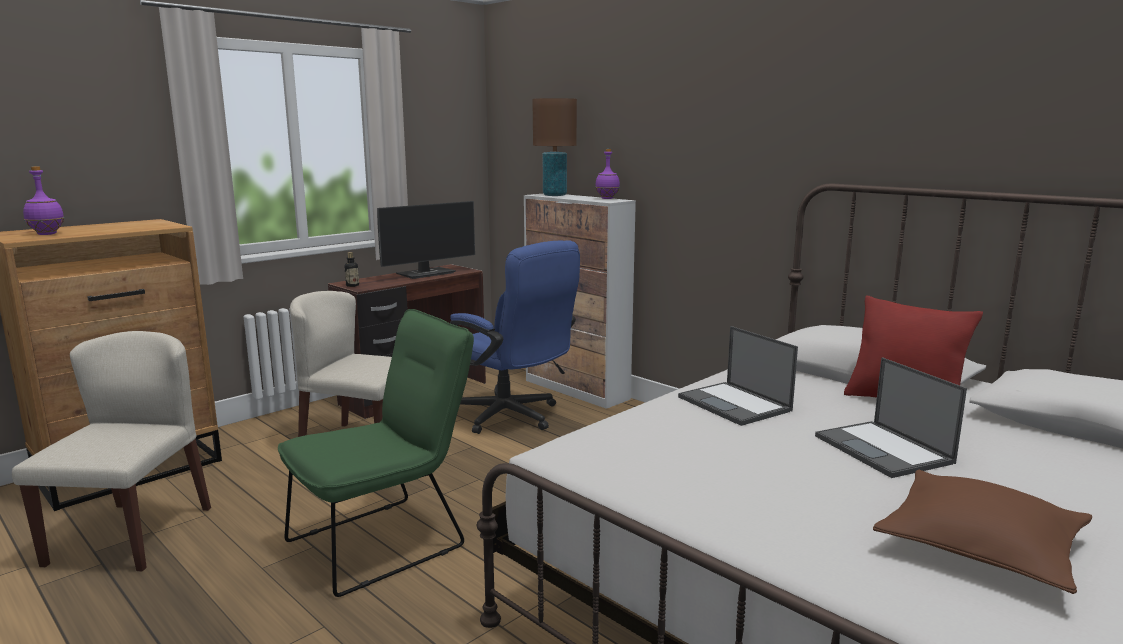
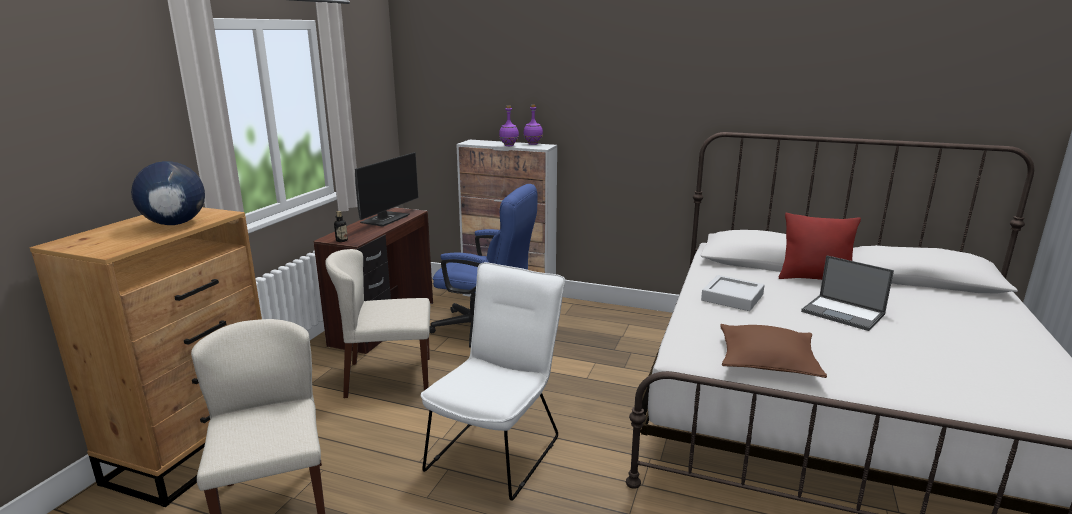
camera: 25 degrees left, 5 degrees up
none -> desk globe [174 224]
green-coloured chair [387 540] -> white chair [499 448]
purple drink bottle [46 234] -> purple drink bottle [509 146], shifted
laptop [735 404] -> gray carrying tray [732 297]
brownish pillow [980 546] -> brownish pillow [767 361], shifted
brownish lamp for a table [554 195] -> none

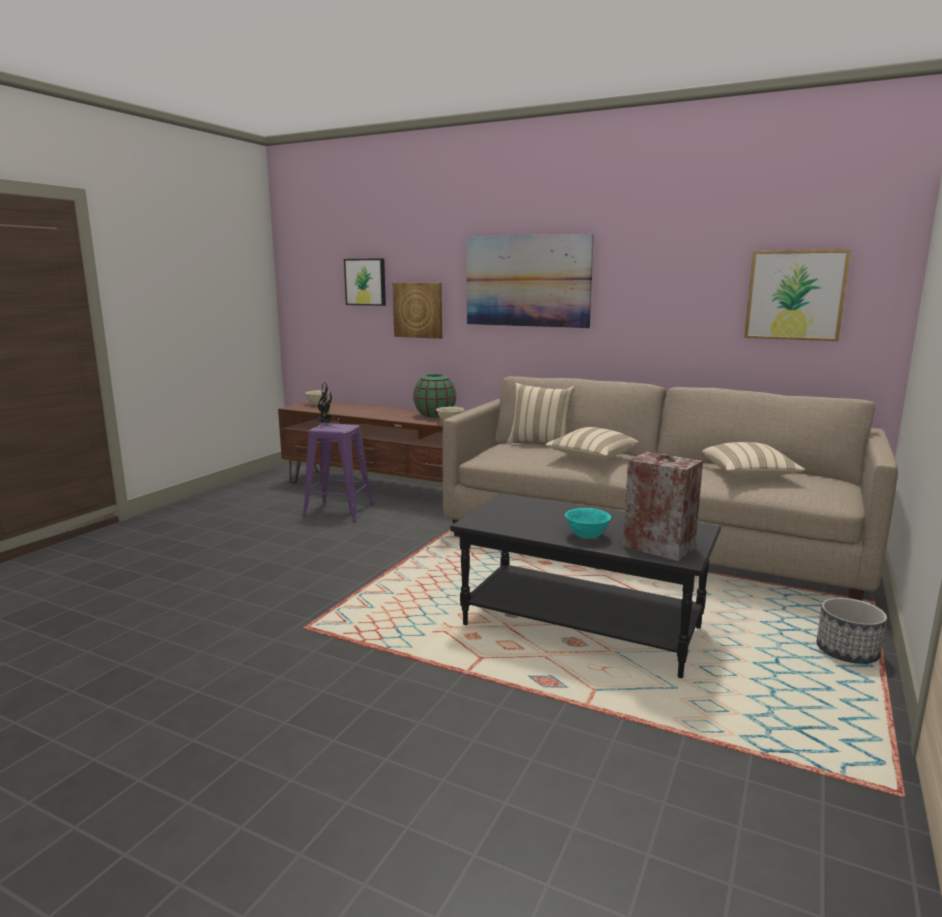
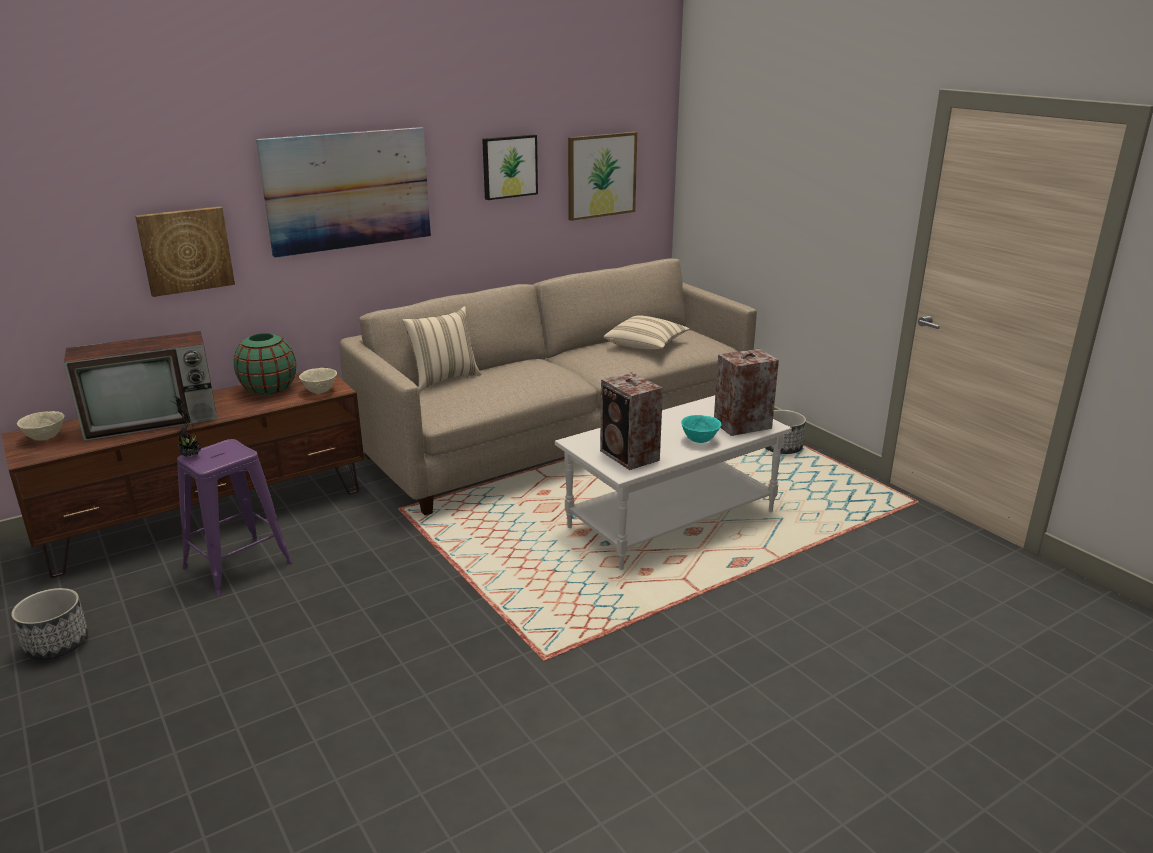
camera: 60 degrees left, 10 degrees up
none -> flower pot [56 644]
none -> TV set [154 421]
wall picture [366 282] -> wall picture [509 166], shifted
black lounge table [582 626] -> white lounge table [671 519]
none -> audio speaker [630 456]
beige pillow [591 457] -> none

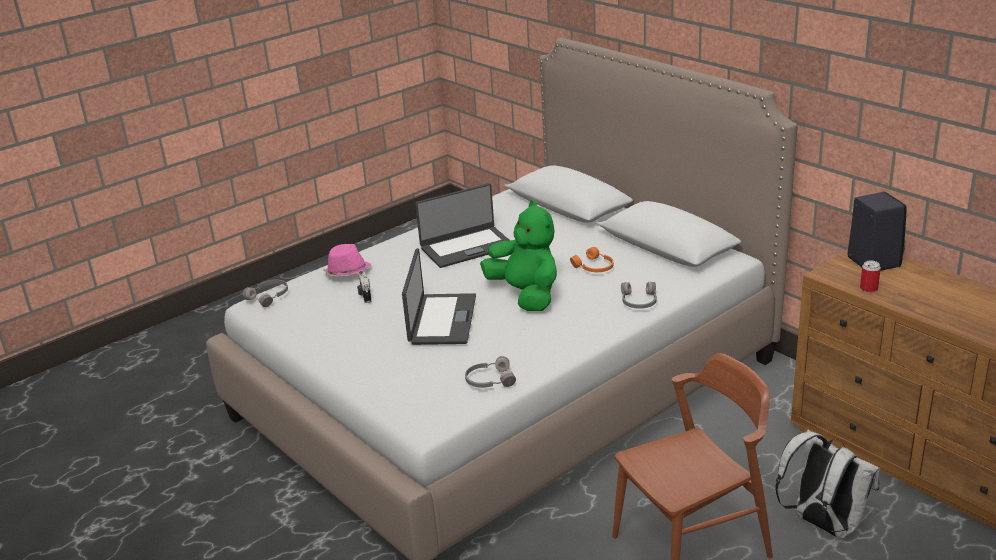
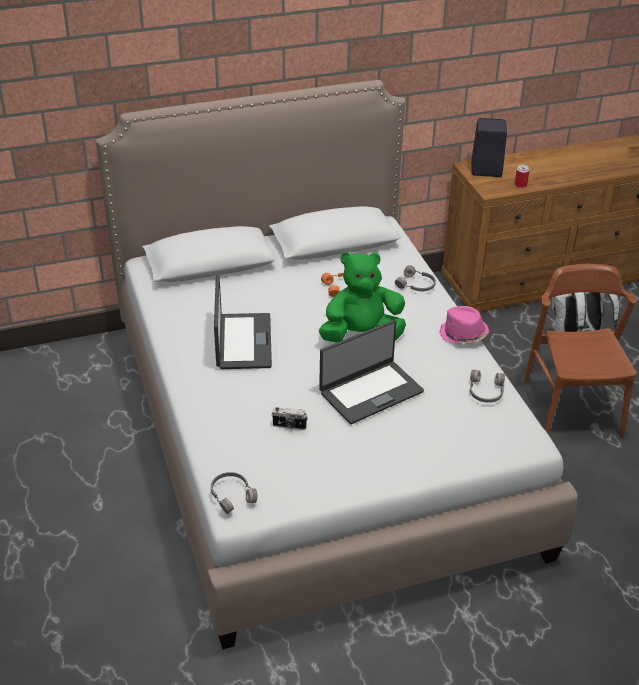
camera: 70 degrees left, 10 degrees up
laptop [441 320] -> laptop [370 391], 120 degrees clockwise
pinkish hat [347 273] -> pinkish hat [463 334], shifted

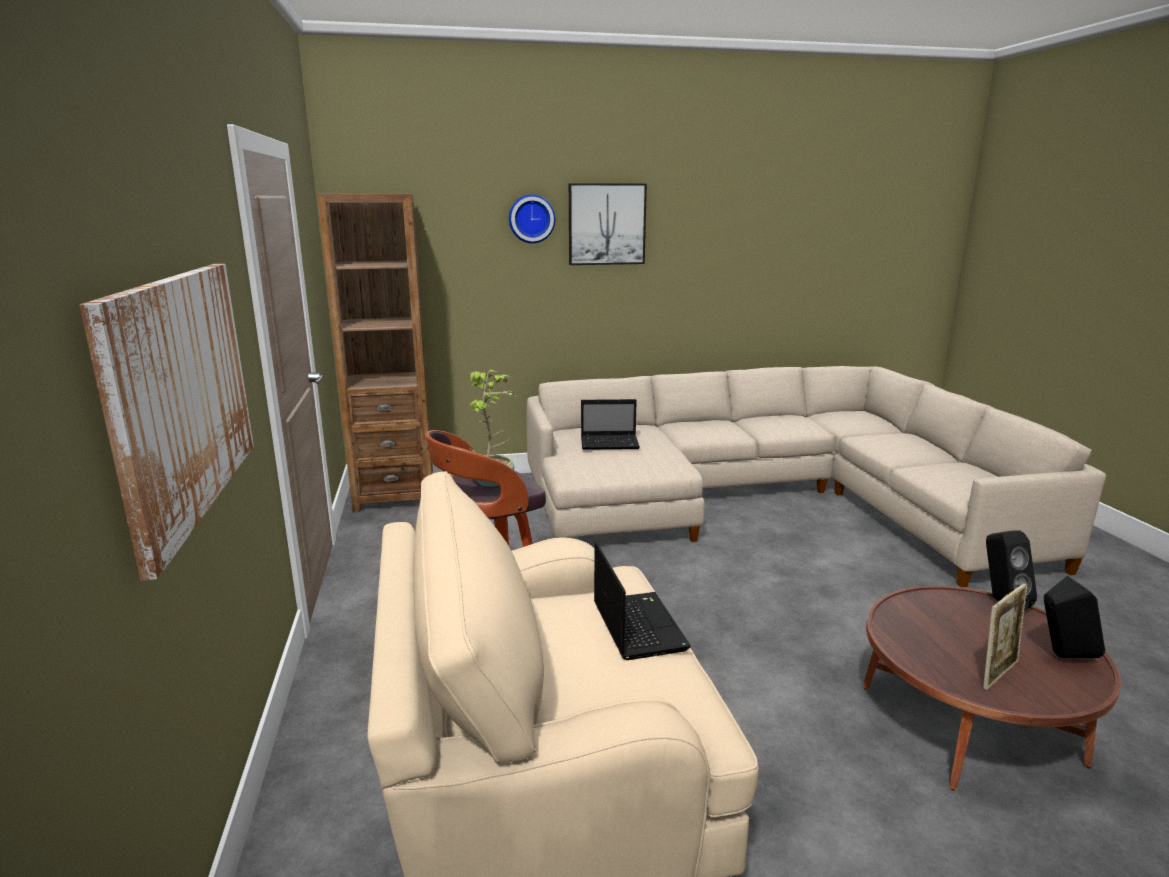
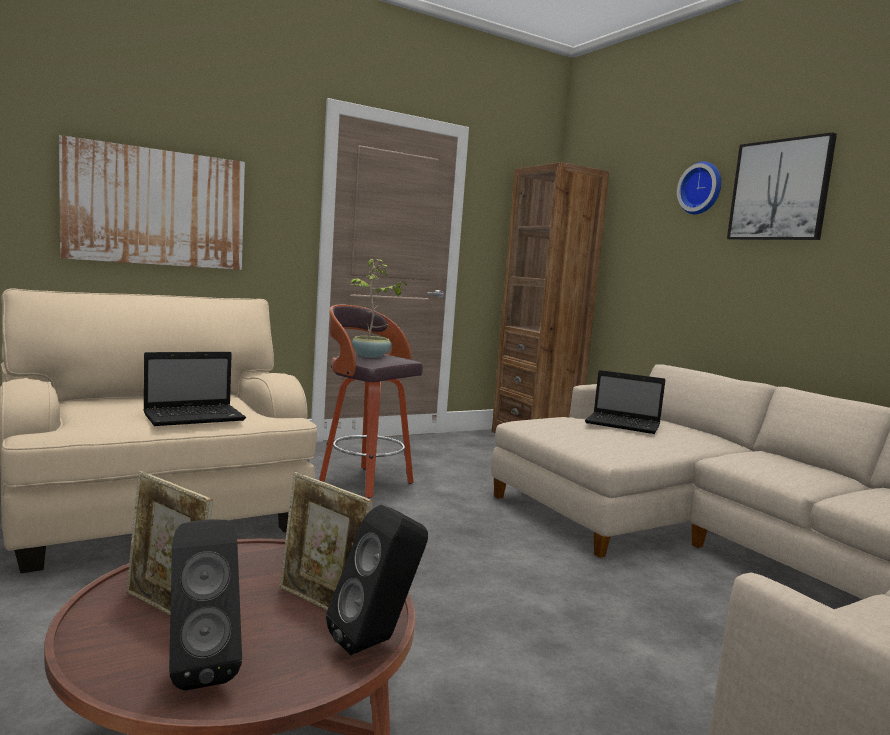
camera: 70 degrees right, 10 degrees down
none -> standing frame [320 603]
laptop [611 443] -> laptop [624 425], 45 degrees counterclockwise

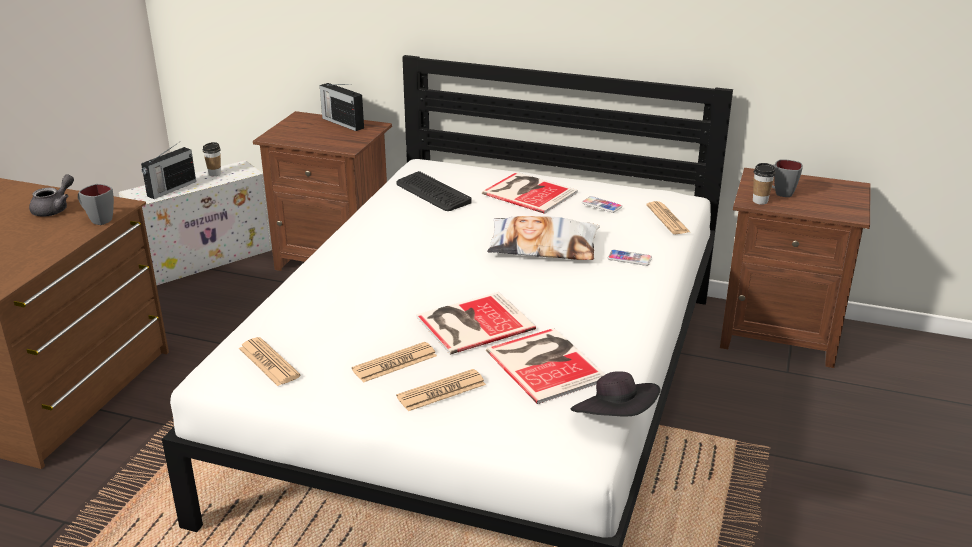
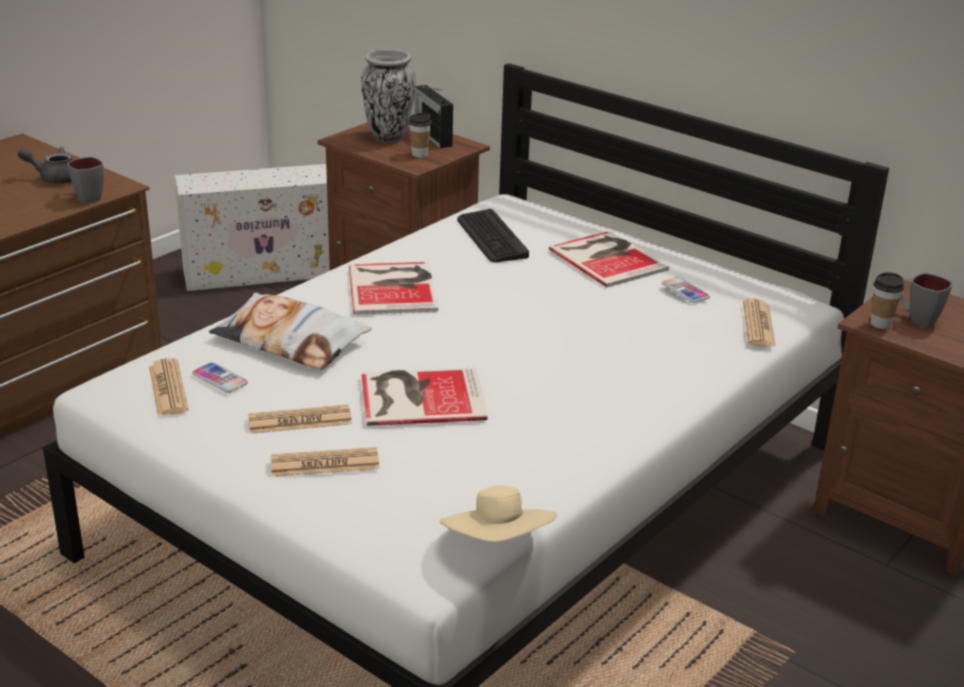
camera: 20 degrees right, 0 degrees up
gray teapot [55 209] -> gray teapot [55 178], 135 degrees counterclockwise
phone [629 258] -> phone [220 379], shifted
pillow [543 247] -> pillow [291 341], shifted
book [546 363] -> book [394 287], shifted
none -> vase [388 137]
small cup [215 174] -> small cup [419 154], shifted
black hat [615 419] -> beige hat [498 545]
radio [171 189] -> none

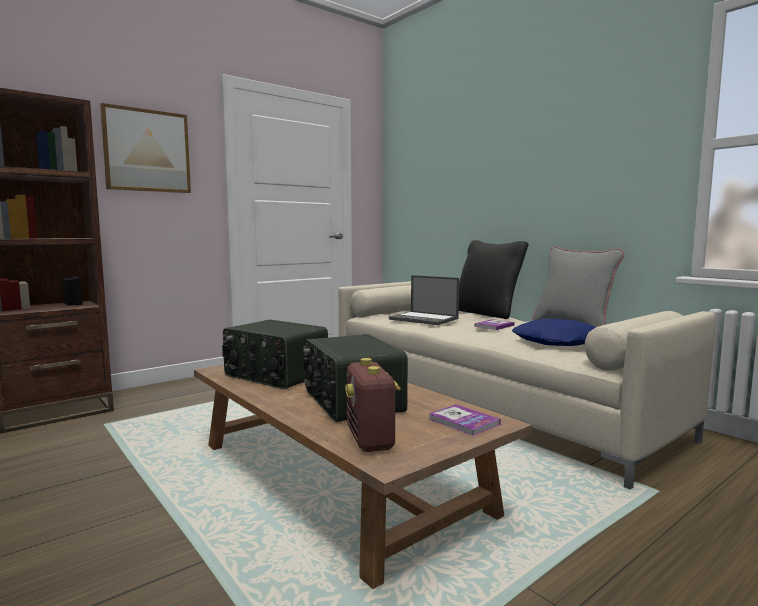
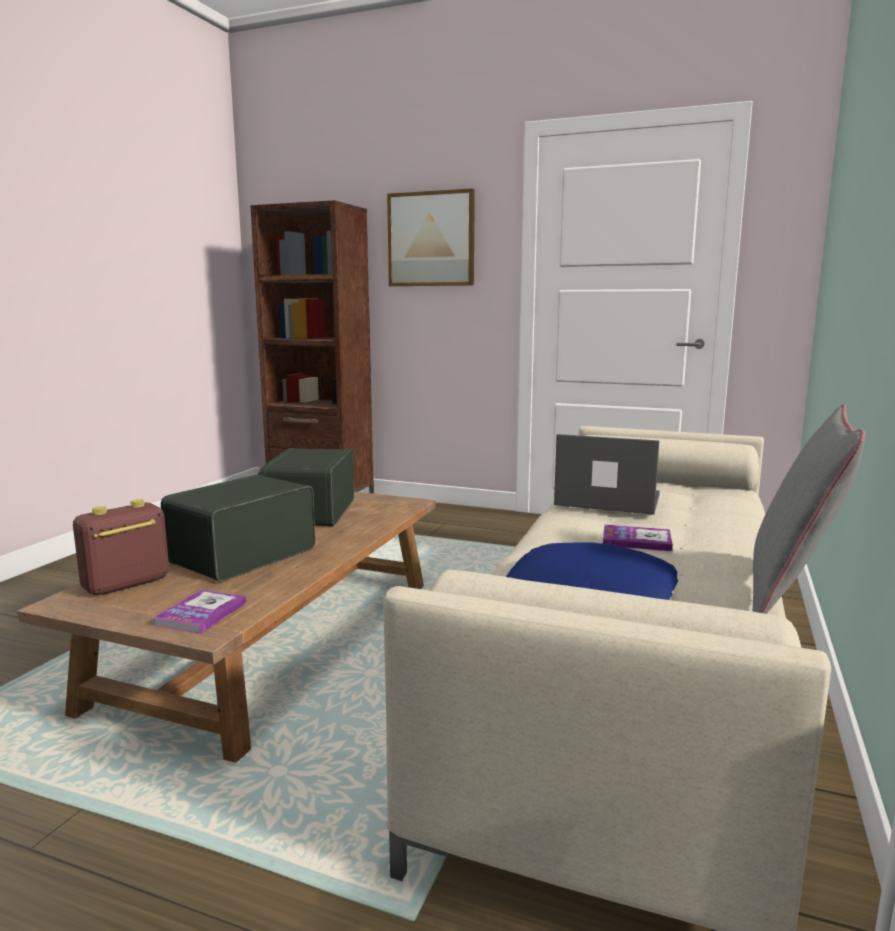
camera: 60 degrees right, 5 degrees up
laptop [424 319] -> laptop [606 500], 105 degrees clockwise
black pillow [486 313] -> none

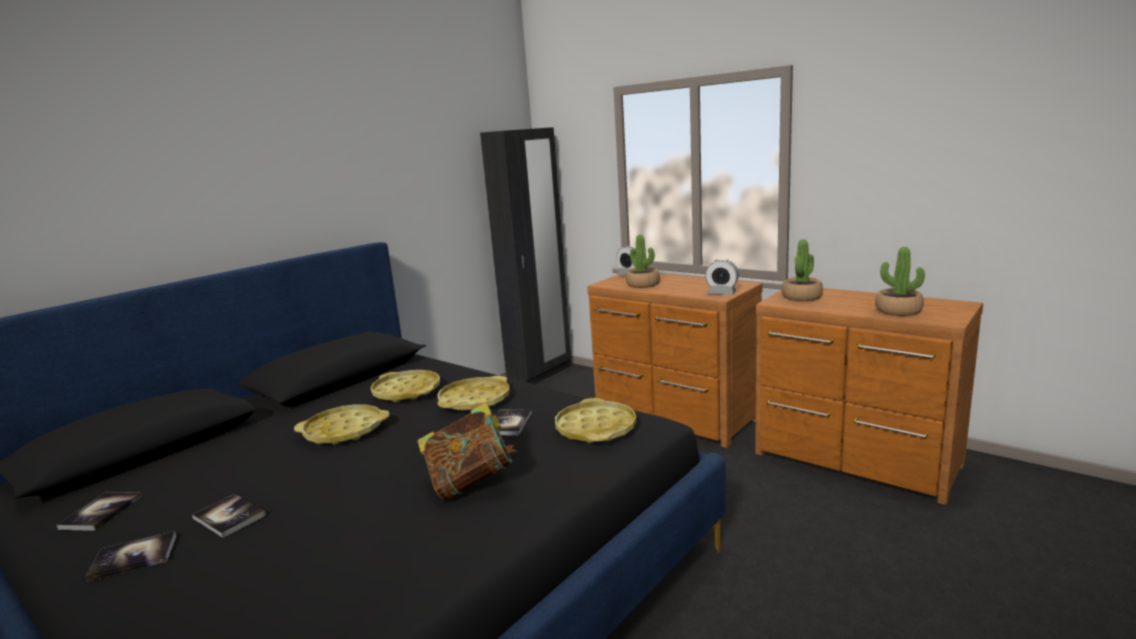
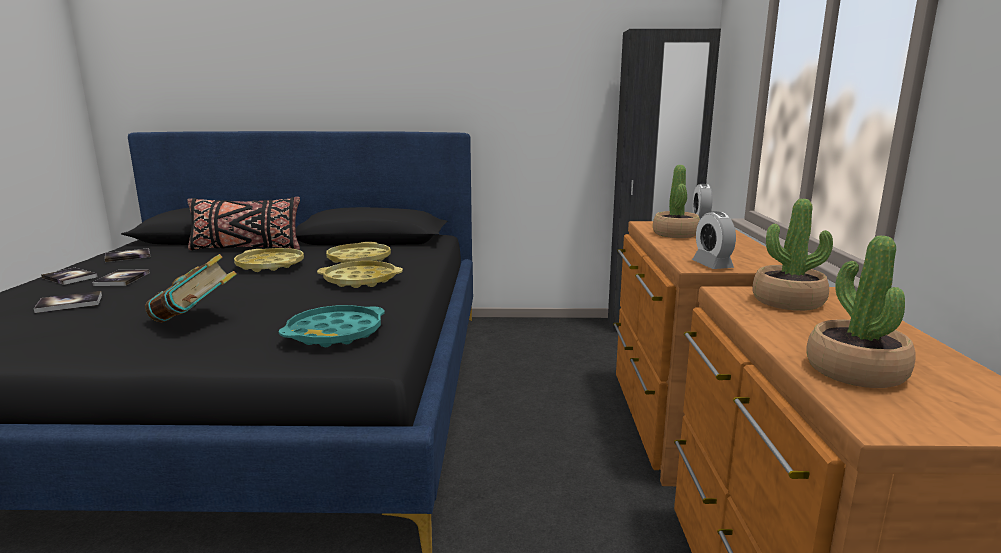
camera: 50 degrees right, 0 degrees up
book [508 424] -> book [69 303], shifted
none -> black pillow [246 248]
yellow-coloured carrying tray [596 428] -> turquoise carrying tray [335 333]

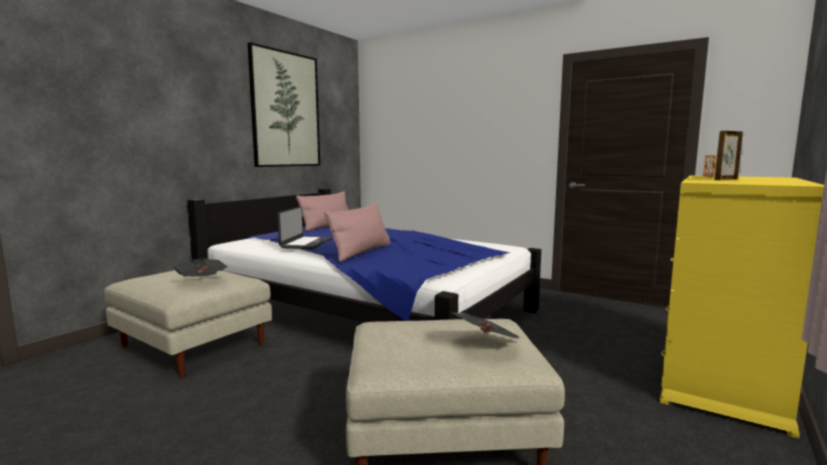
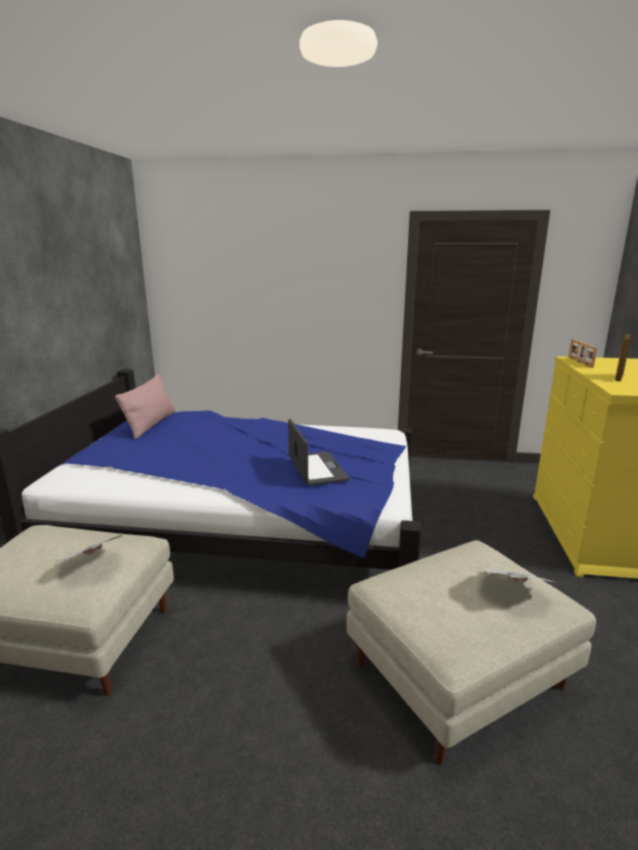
camera: 25 degrees left, 10 degrees up
laptop [305 243] -> laptop [316 469], shifted
wall picture [286 110] -> none
pinkish pillow [361 252] -> none

